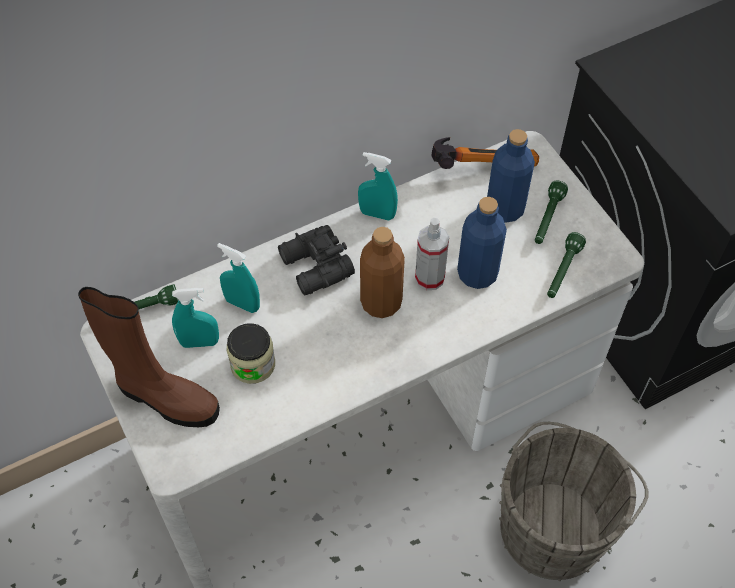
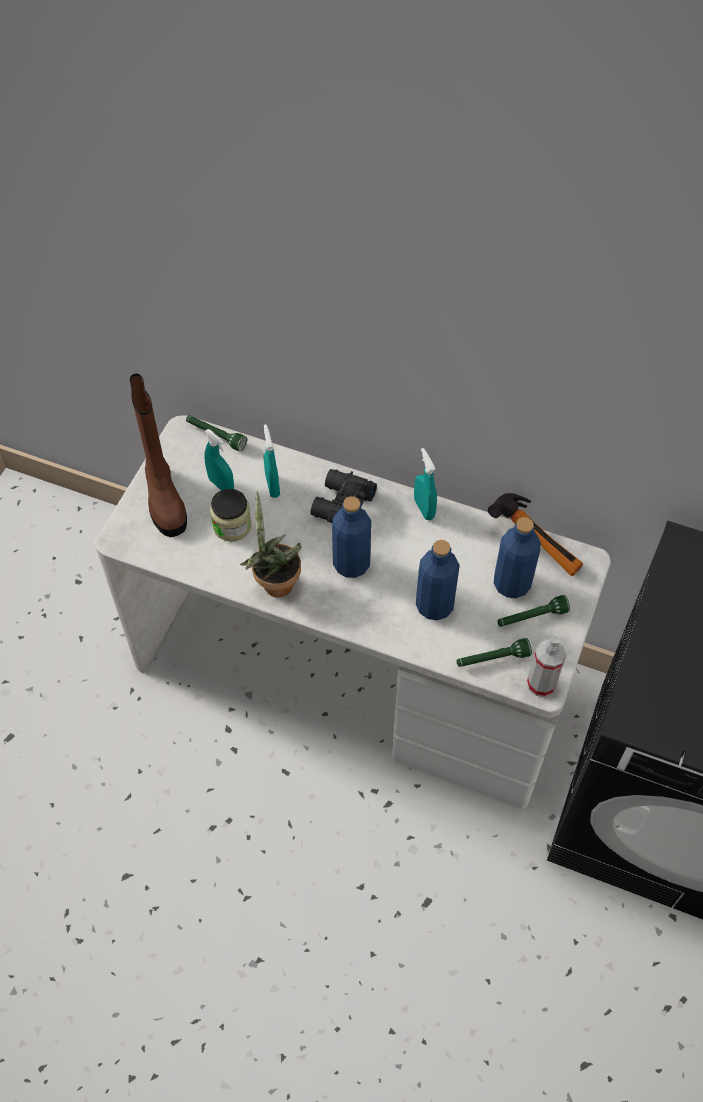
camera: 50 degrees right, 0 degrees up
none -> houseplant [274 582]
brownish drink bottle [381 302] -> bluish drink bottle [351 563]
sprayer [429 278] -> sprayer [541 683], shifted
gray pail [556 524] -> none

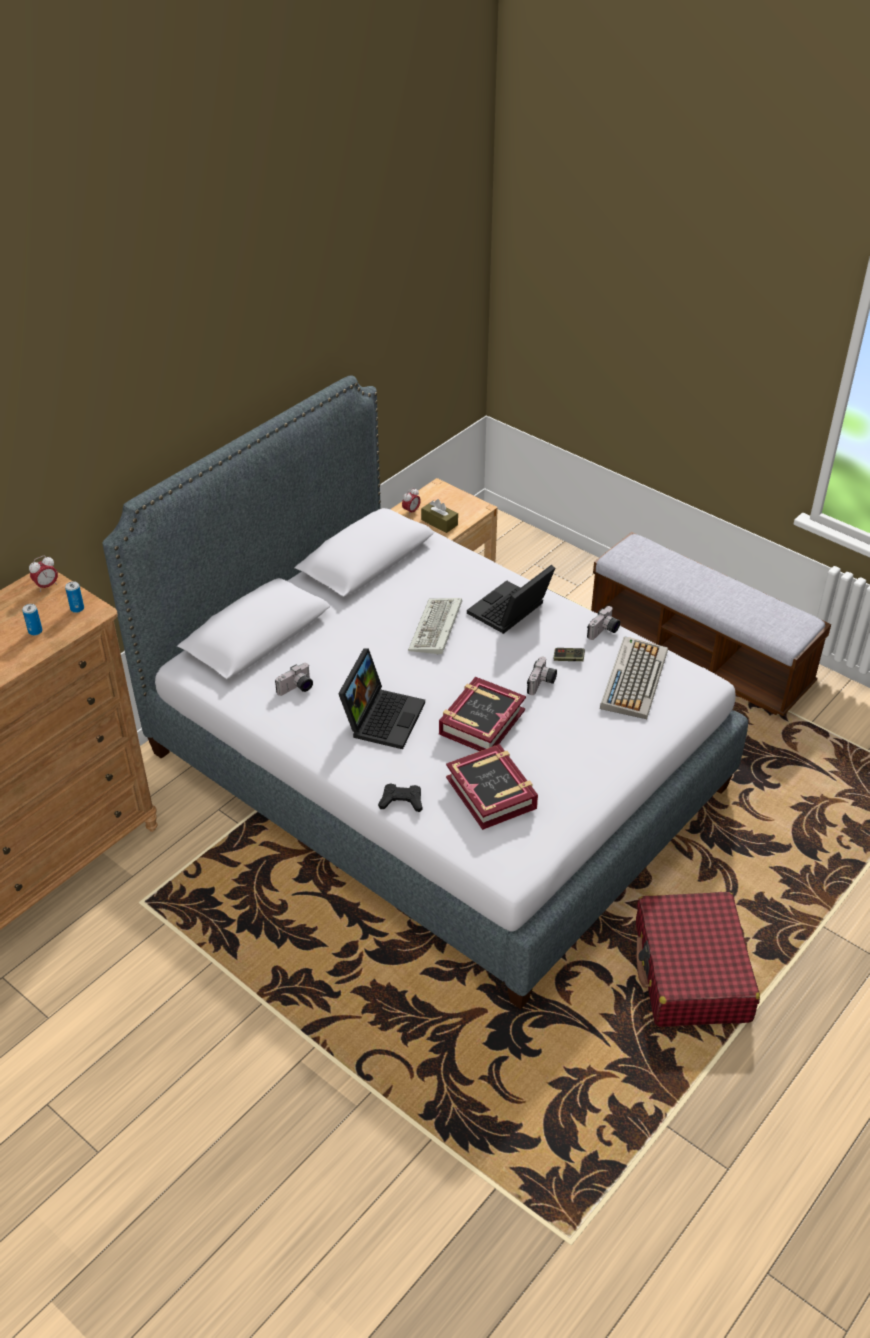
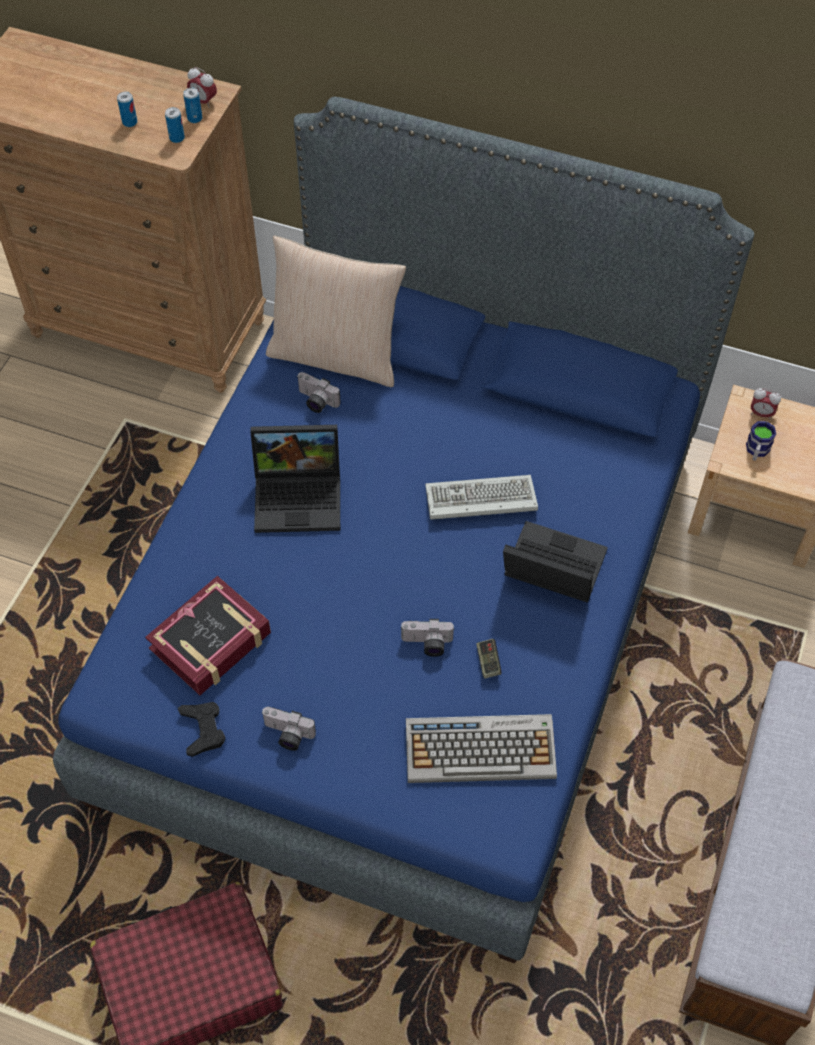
camera: 70 degrees right, 15 degrees up
gray bed [433 770] -> bluish bed [406 613]
black joypad [401 801] -> black joypad [203 730], shifted
none -> metal can [195 118]
photo camera [604 632] -> photo camera [287 735], shifted
none -> beige pillow [336 355]
brownish tissue holder [439 522] -> coffee mug [756 451]
book [481 722] -> none

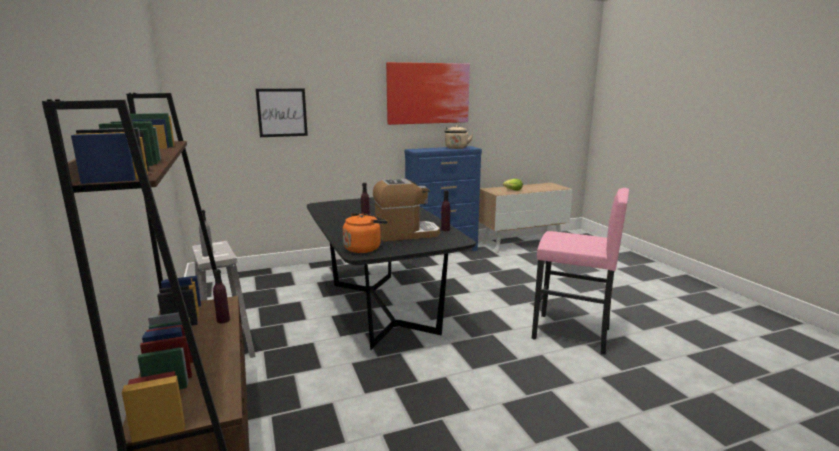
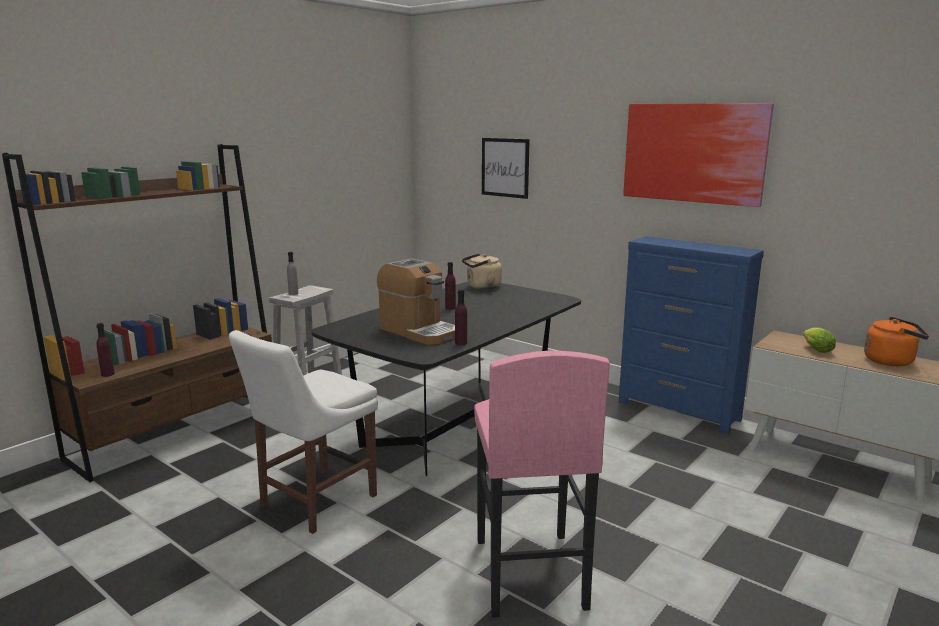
camera: 60 degrees right, 0 degrees up
purple drink bottle [223 320] -> purple drink bottle [108 374], shifted
none -> white chair [314 502]
beige kettle [456 148] -> beige kettle [482 287], shifted
orange-coloured kettle [364 248] -> orange-coloured kettle [891 361], shifted

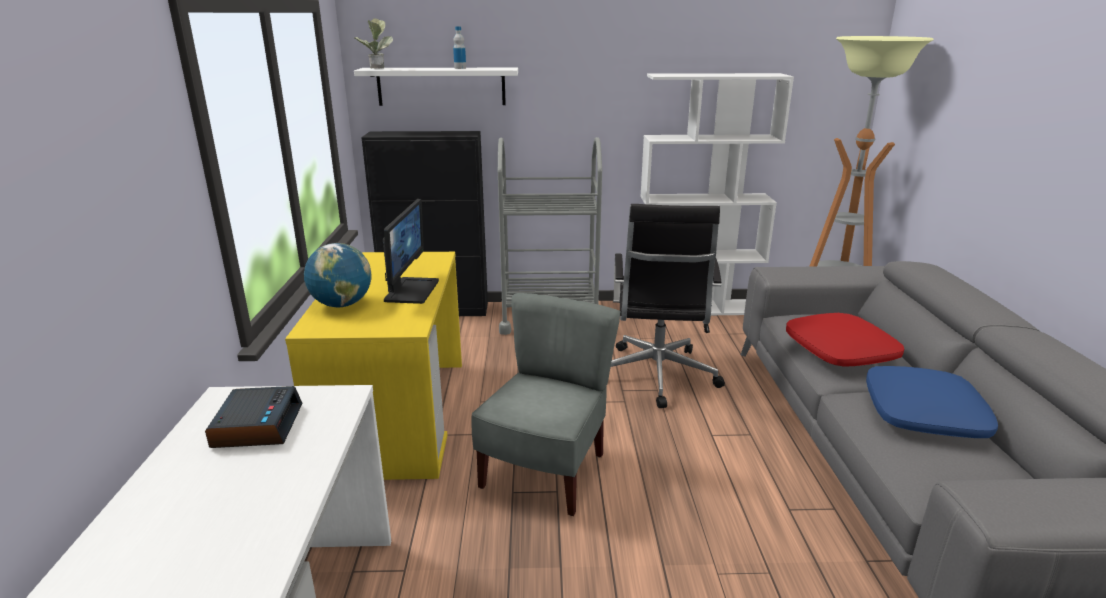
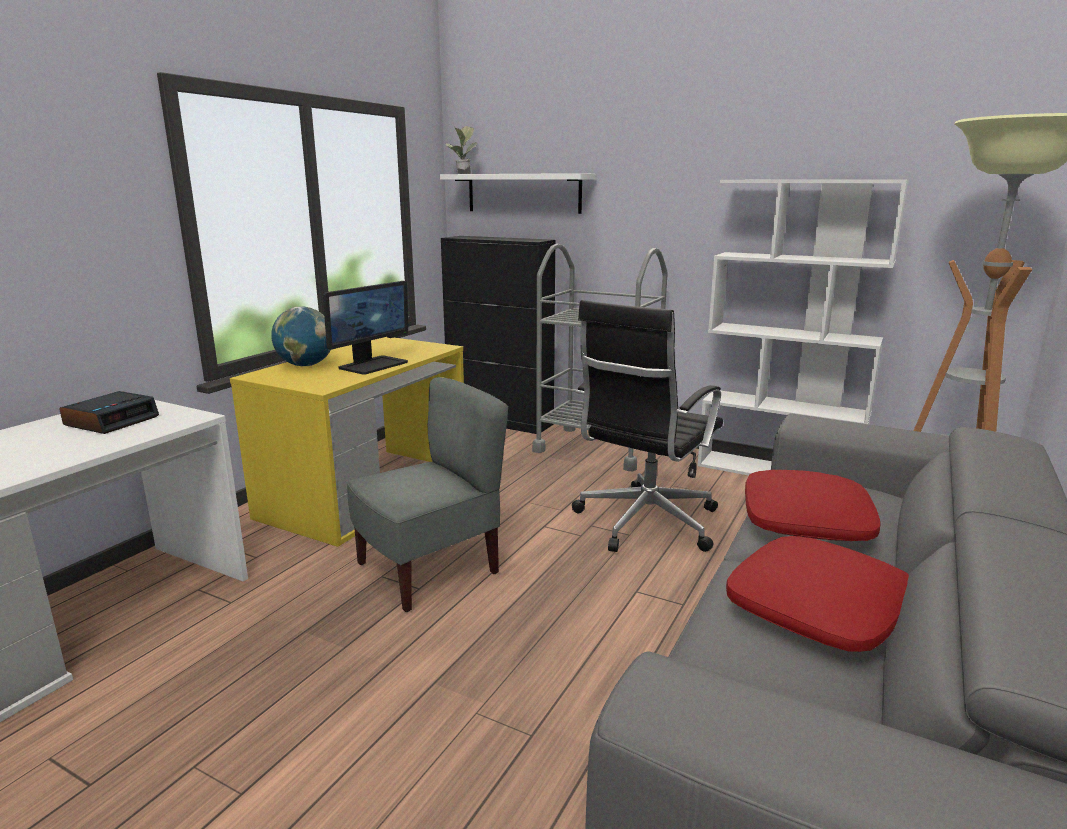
camera: 30 degrees right, 5 degrees down
bluish pillow [924 414] -> reddish pillow [818 609]
drink bottle [460 68] -> none

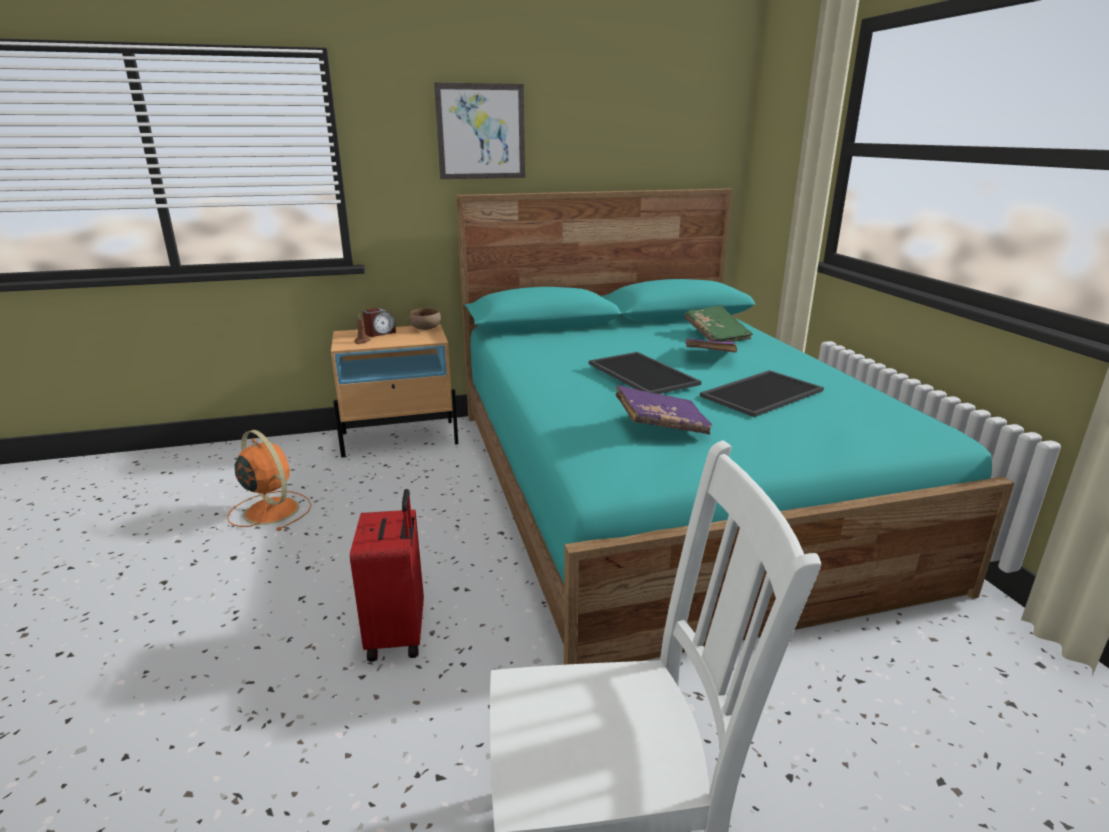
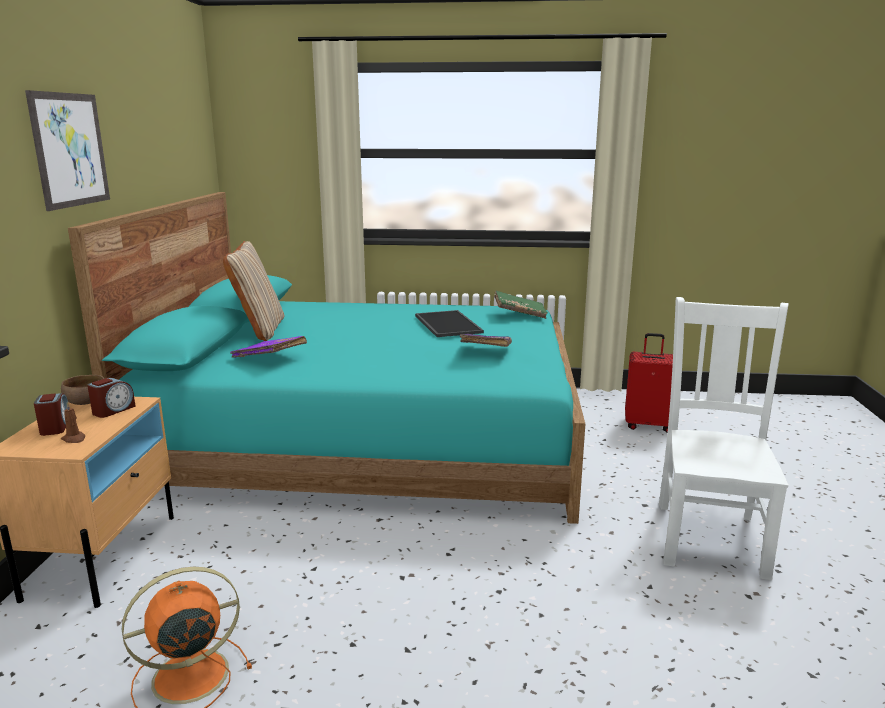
camera: 70 degrees left, 5 degrees down
none -> alarm clock [113 410]
none -> beige pillow [259 330]
purple book [708 356] -> purple book [269 358], shifted
green-coloured book [716 335] -> green-coloured book [520 314], shifted
reddish travel case [399 634] -> reddish travel case [647 425], shifted
carrying tray [640 374] -> none

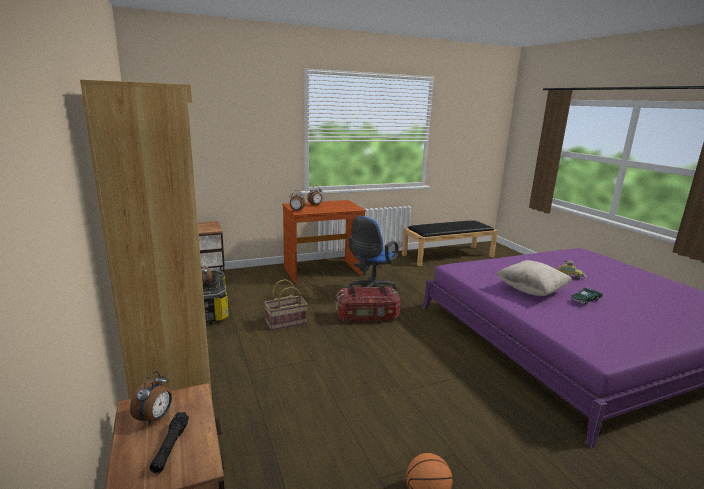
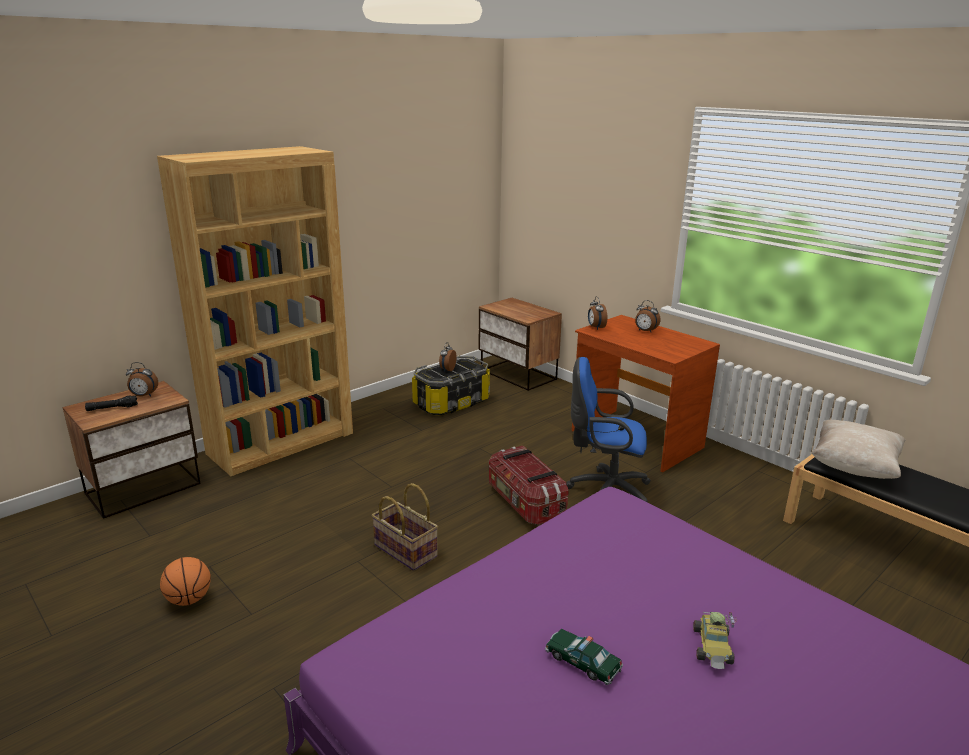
camera: 70 degrees right, 5 degrees up
household basket [286 322] -> household basket [404 551], shifted
beige pillow [531 290] -> beige pillow [854 467], shifted

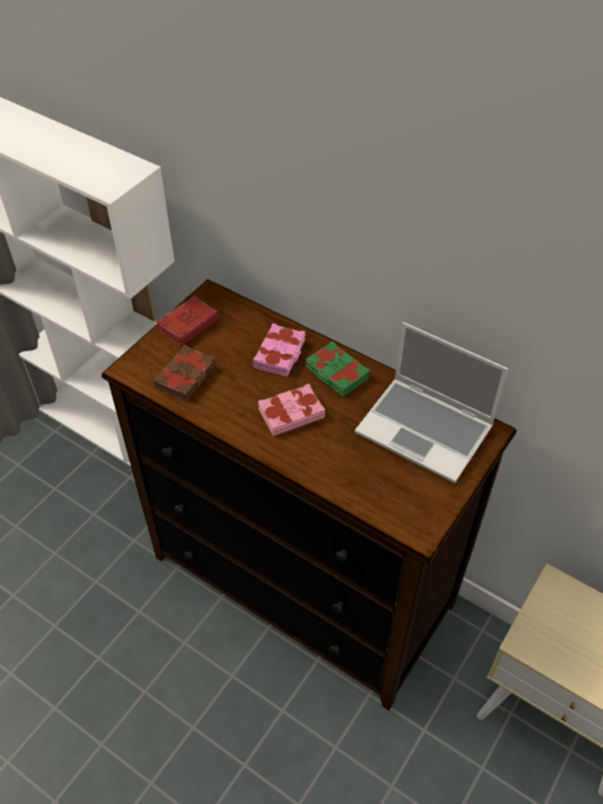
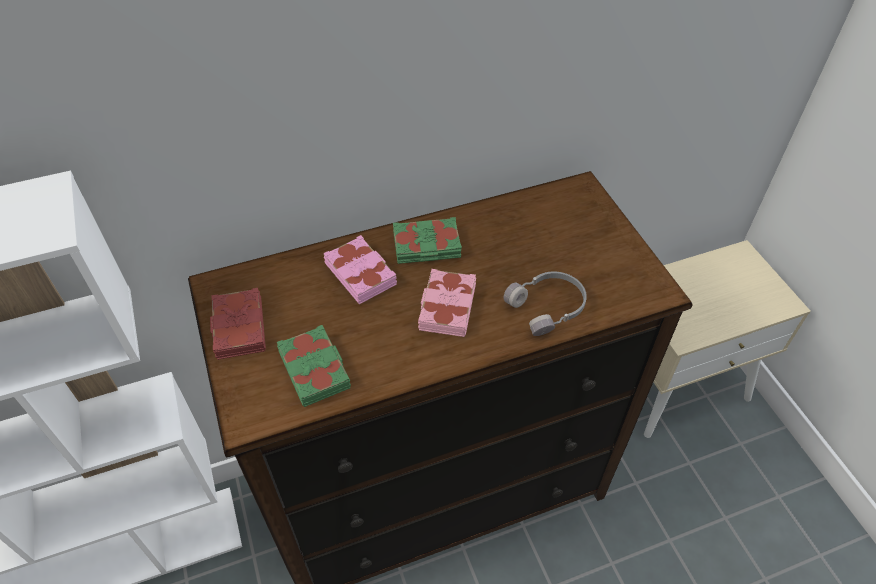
camera: 55 degrees left, 0 degrees up
brownish book [186 377] -> green-coloured book [315 369]
none -> gray headphones [548 307]
laptop [426 430] -> none

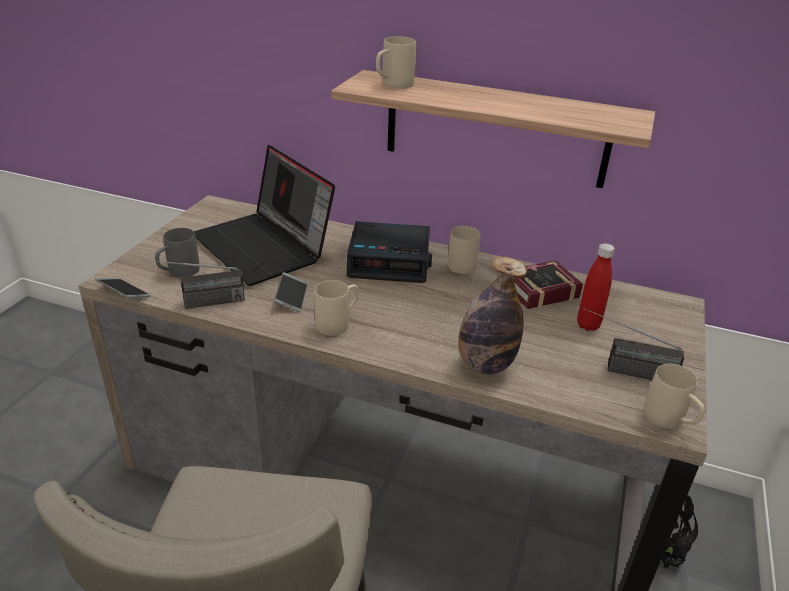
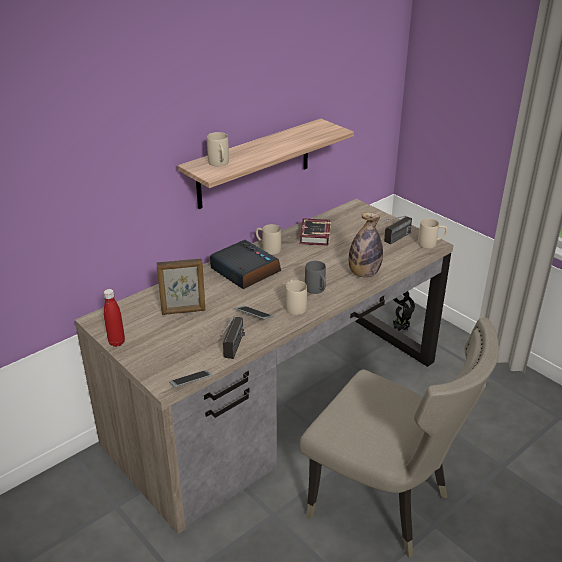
camera: 60 degrees left, 0 degrees up
reddish drink bottle [588 325] -> reddish drink bottle [117 342], shifted
laptop [265 247] -> standing frame [183 311]
alarm clock [390 261] -> alarm clock [244 270], 75 degrees counterclockwise
gray coffee mug [178 273] -> gray coffee mug [317 291], shifted

